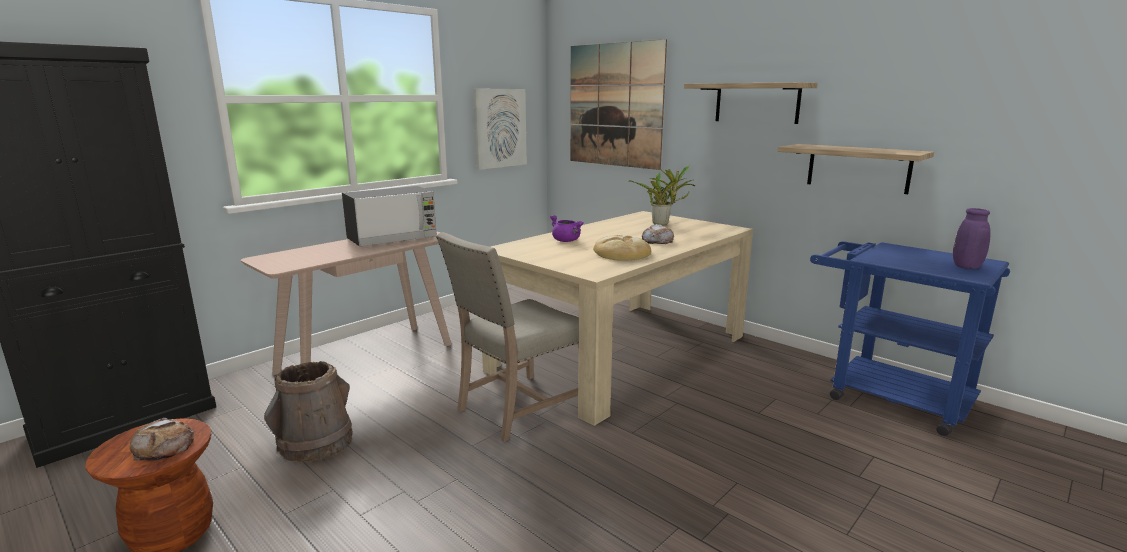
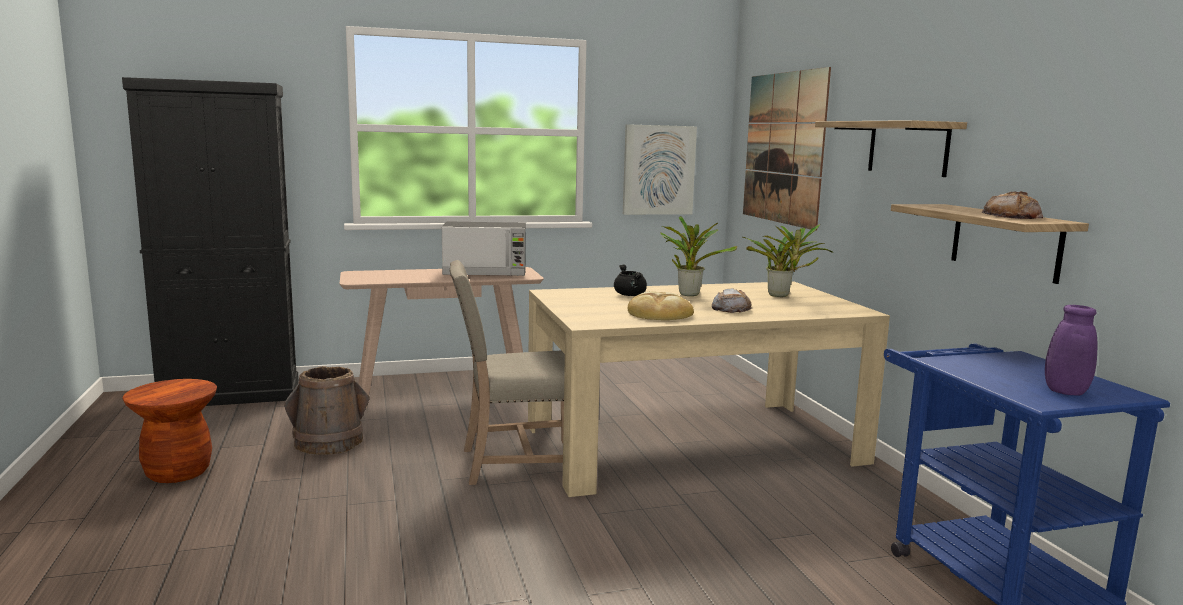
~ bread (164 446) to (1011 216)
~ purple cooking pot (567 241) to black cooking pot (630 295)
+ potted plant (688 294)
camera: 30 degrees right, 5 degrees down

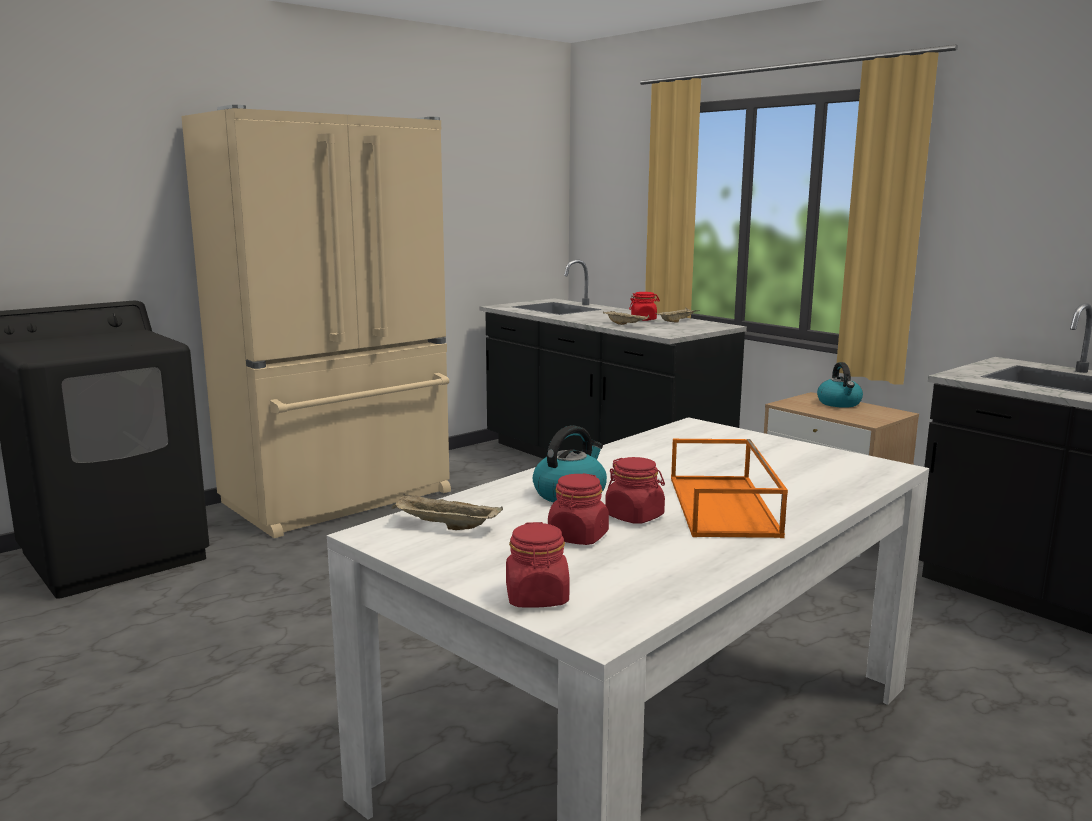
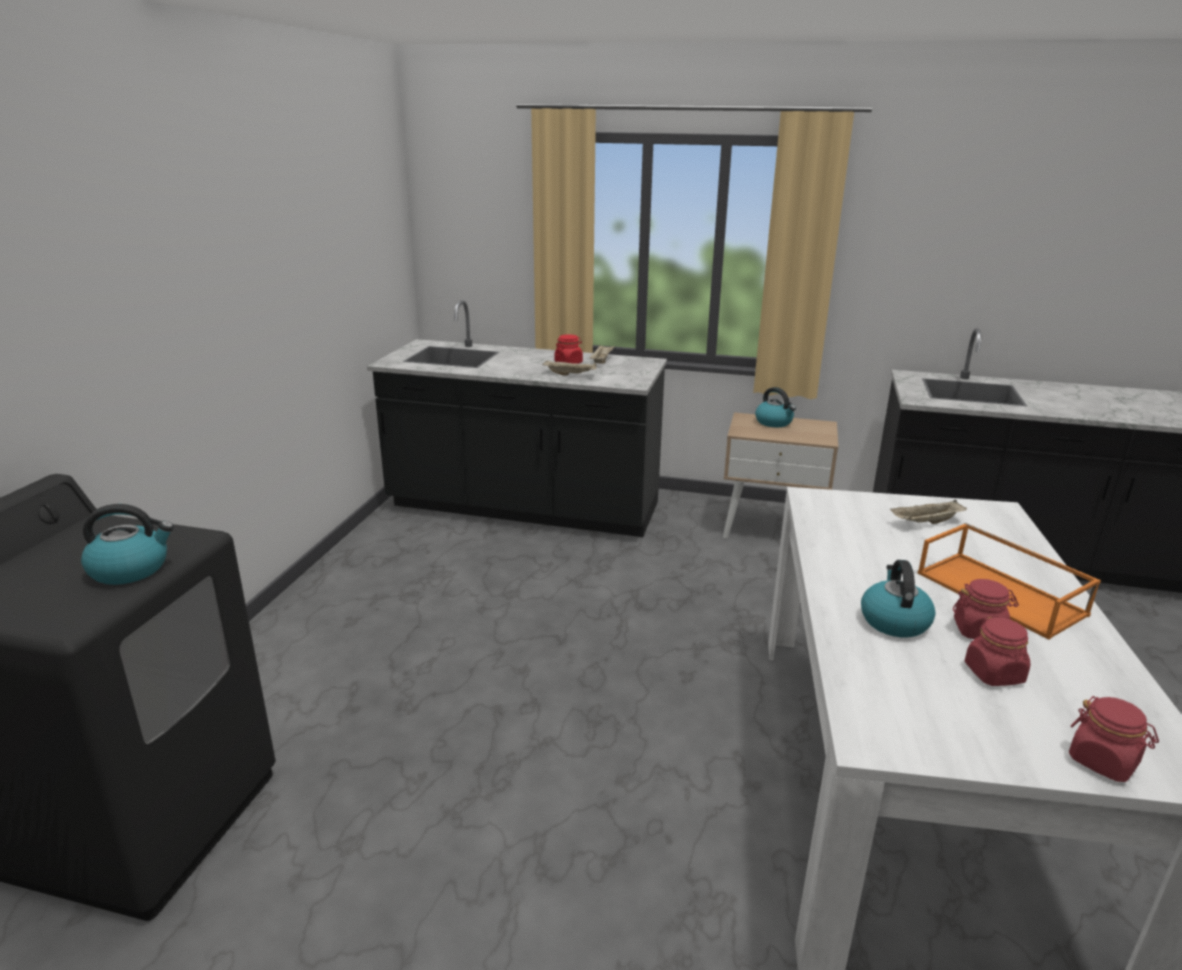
- beige fridge (341 498)
~ beige tray (444 526) to (926 523)
+ kettle (131 569)
camera: 35 degrees left, 10 degrees up

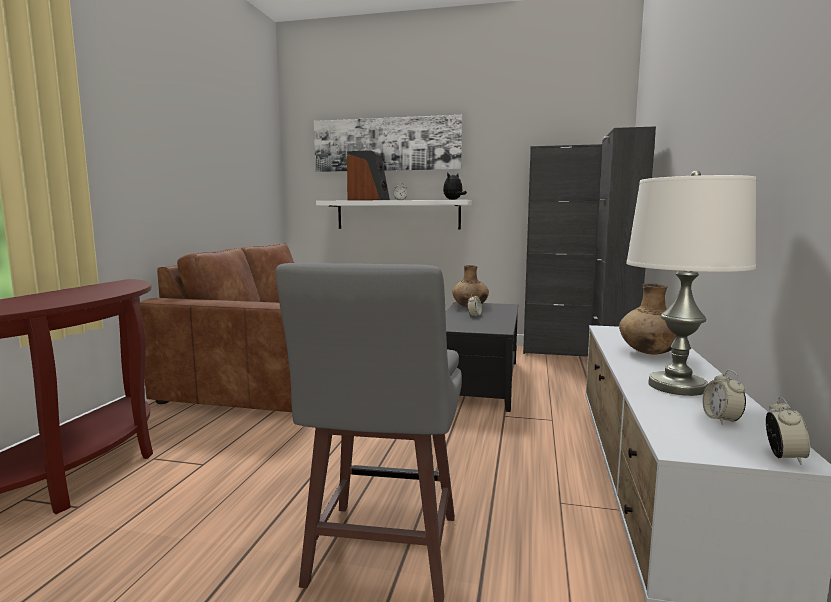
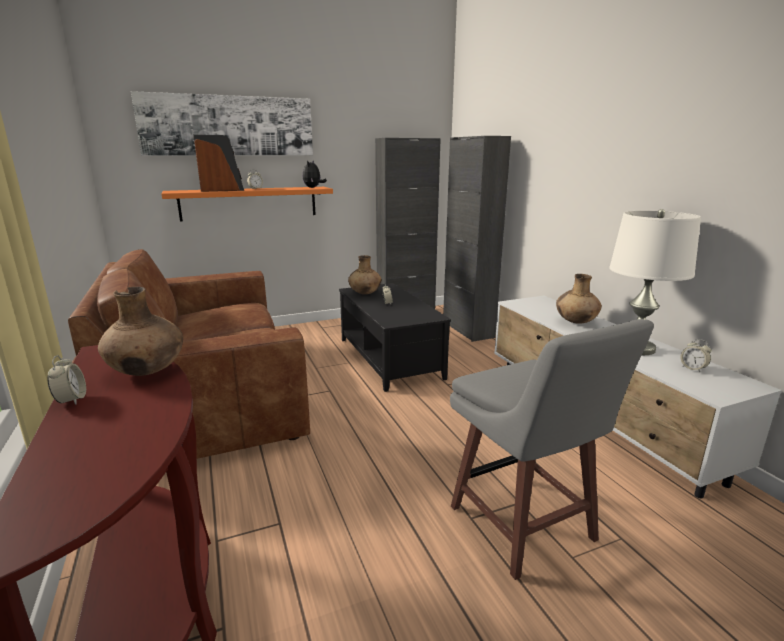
~ white shelf (398 215) to orange shelf (249 203)
~ alarm clock (784 457) to (71 400)
+ brown vase (148 371)
camera: 35 degrees left, 10 degrees up

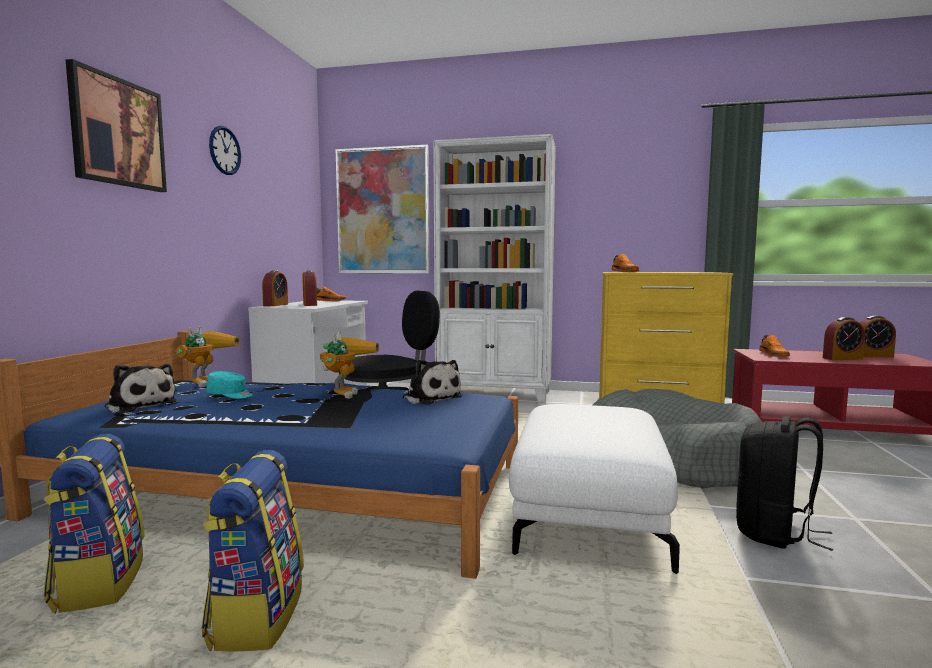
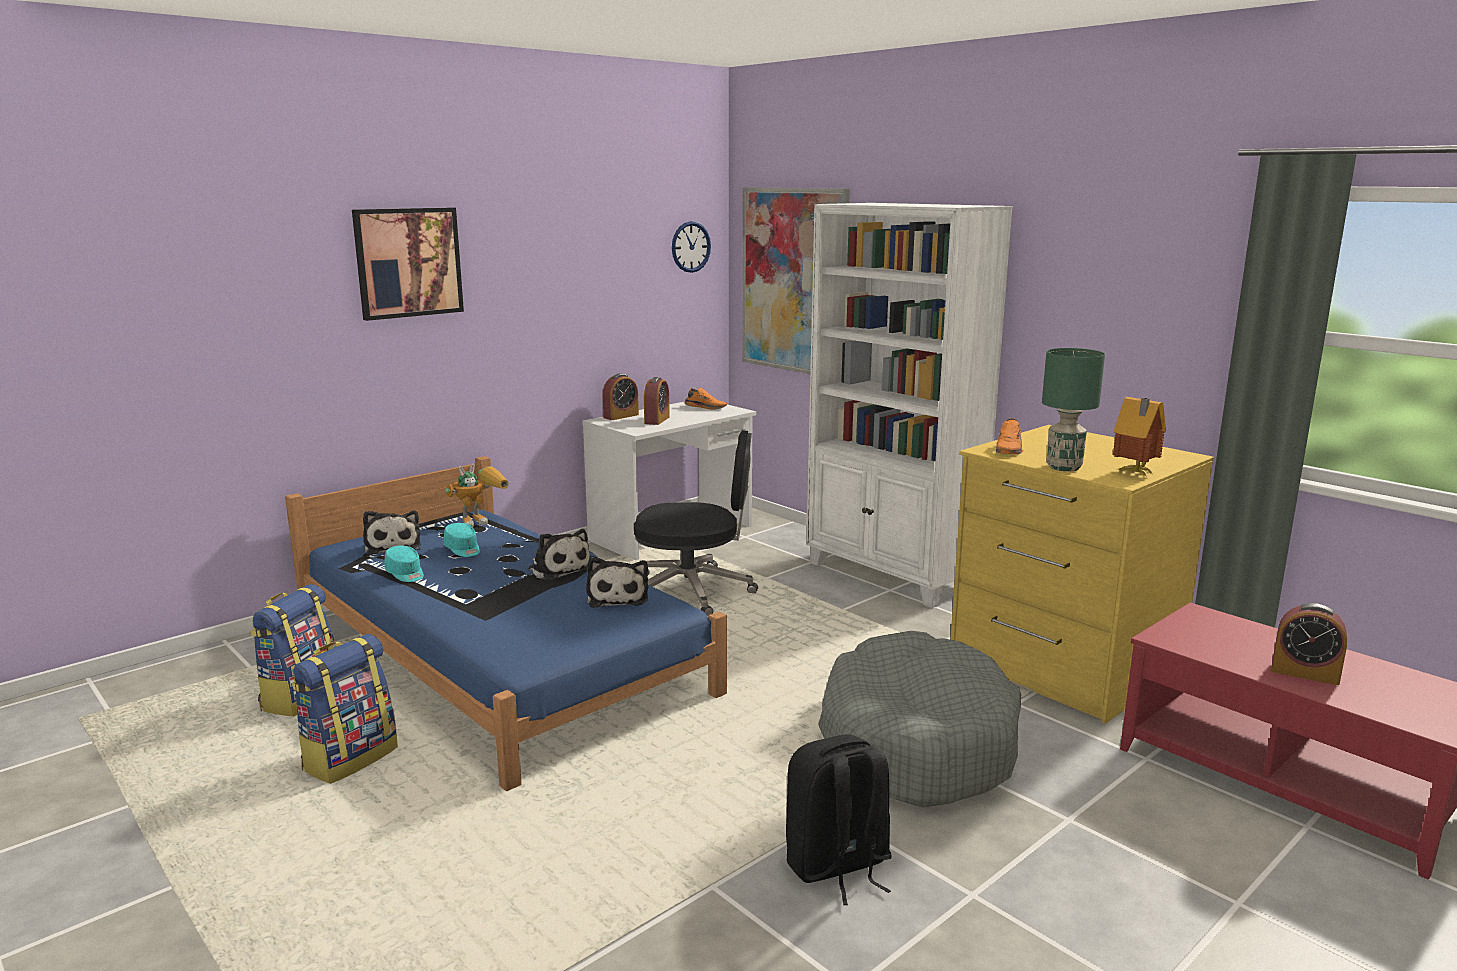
~ wall clock (224 150) to (691 247)
~ toy robot (345 393) to plush toy (558 568)
- white ottoman (588 518)
- orange shoe (774 354)
- alarm clock (872 356)
+ turquoise cap (405 574)
+ green table lamp (1064 467)
+ toy house (1134 473)
camera: 35 degrees right, 10 degrees up

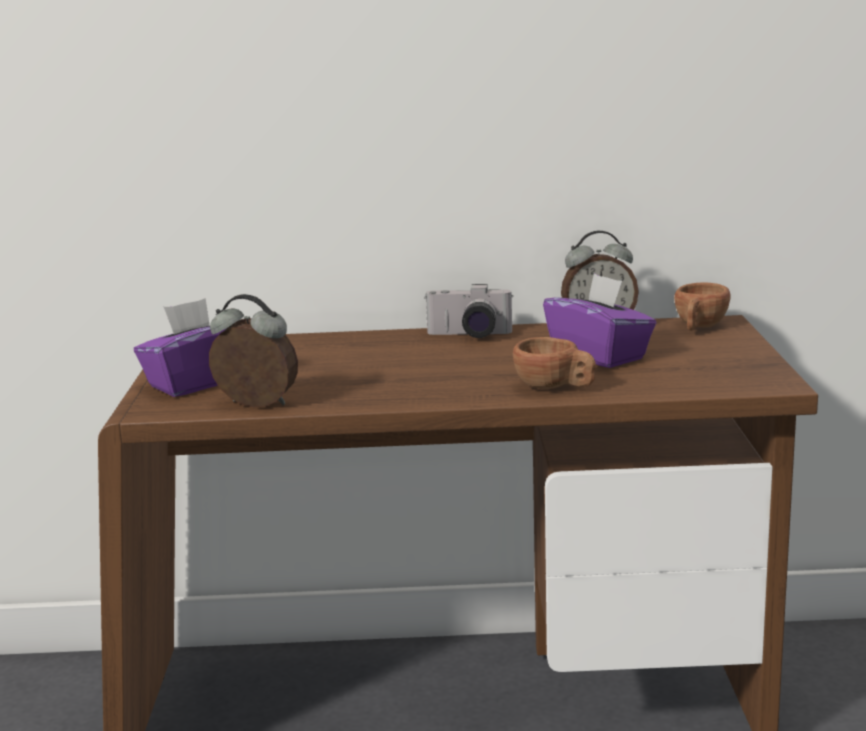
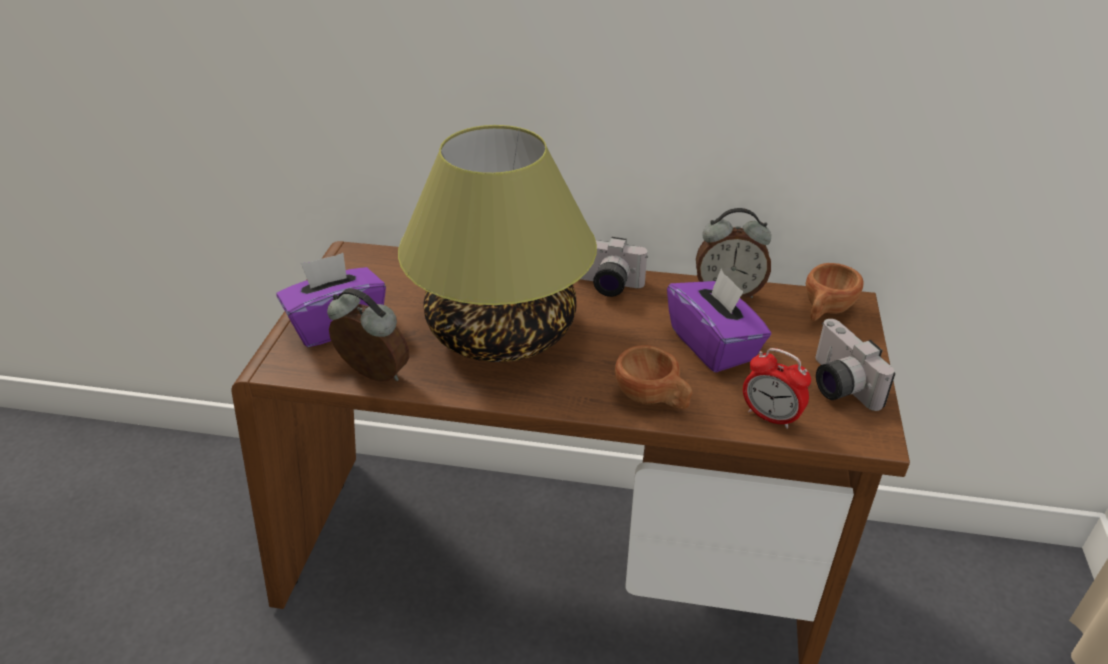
+ table lamp (500 331)
+ alarm clock (770 417)
+ photo camera (836 385)
camera: 10 degrees right, 20 degrees up

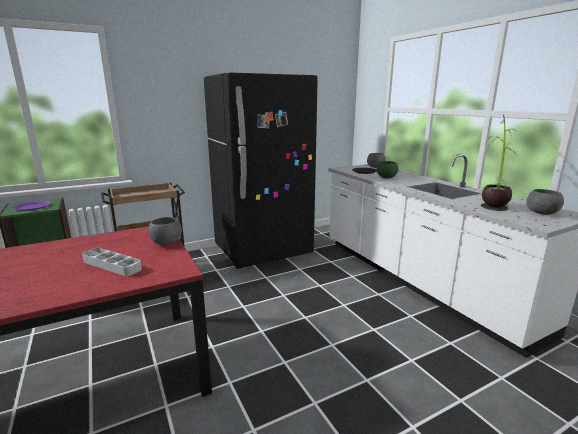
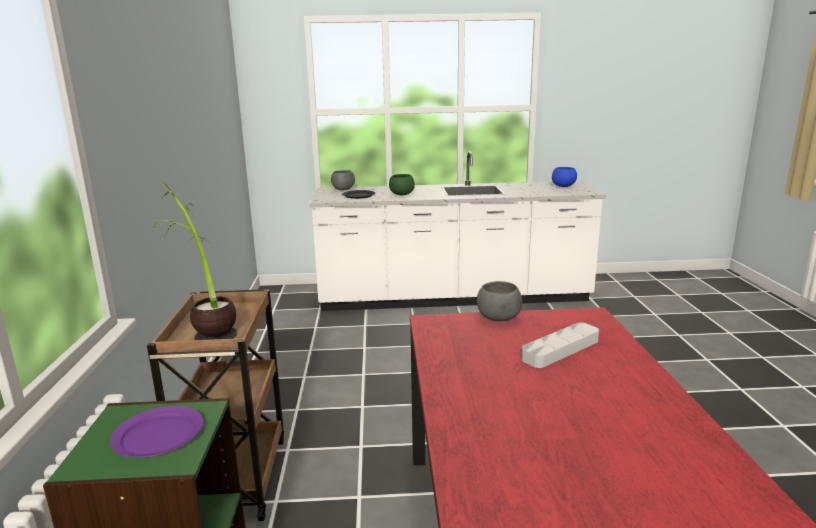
- black fridge (263 251)
~ potted plant (493 203) to (206 327)
~ grey bowl (542 213) to blue bowl (563 186)
camera: 65 degrees left, 0 degrees up

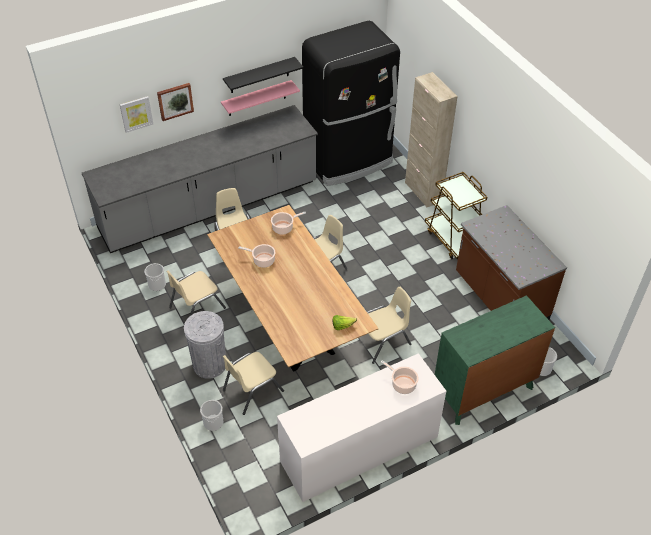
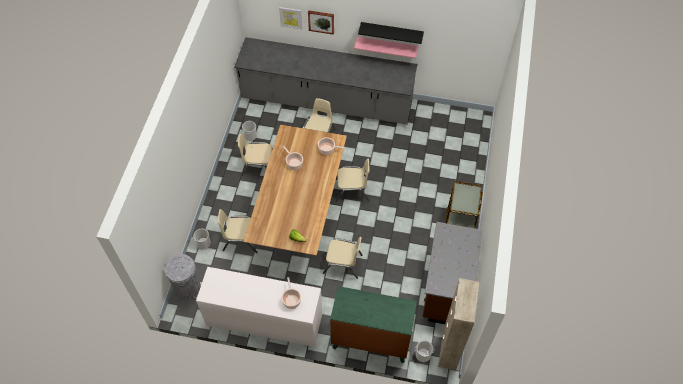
~ grey trash can (209 364) to (188 288)
- black fridge (349 160)
~ beige cabinet (423 192) to (449 350)
camera: 40 degrees right, 10 degrees up

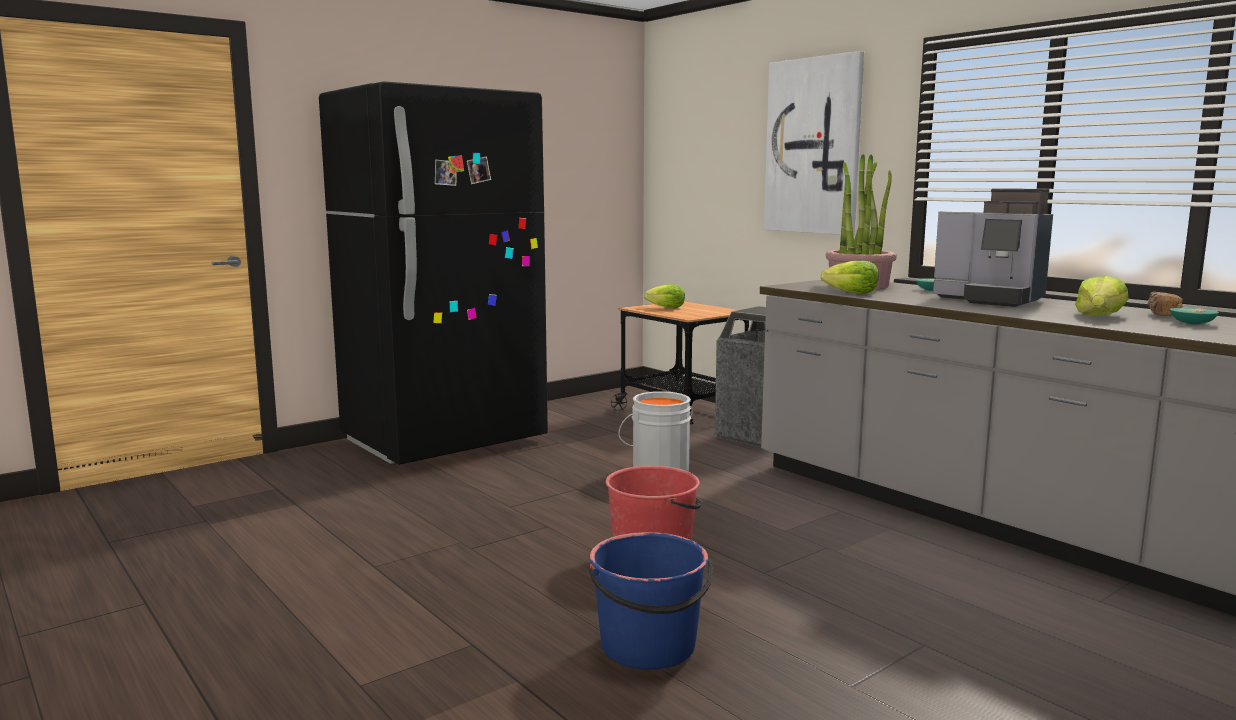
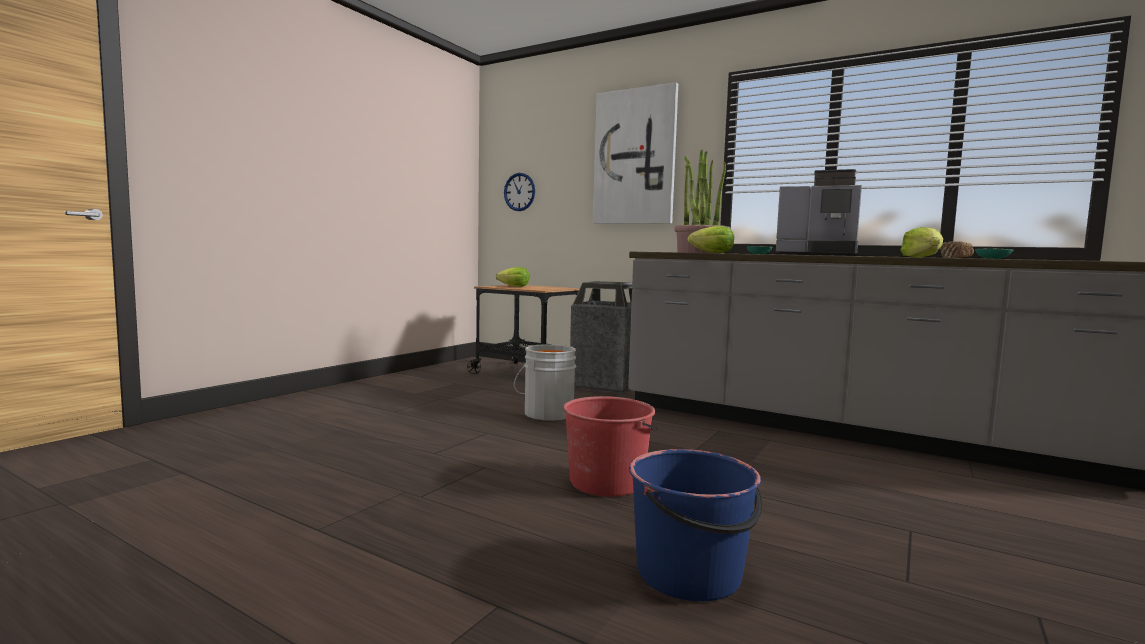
- black fridge (445 441)
+ wall clock (519 192)
camera: 20 degrees left, 5 degrees down

